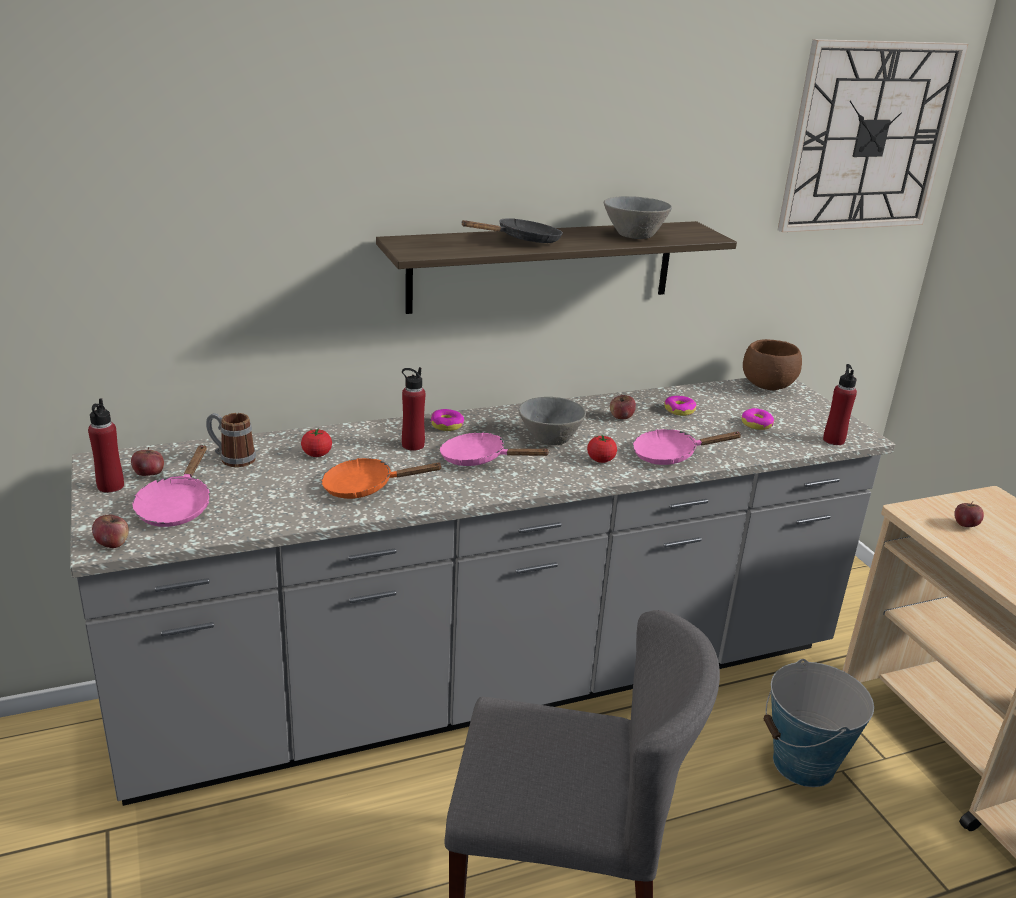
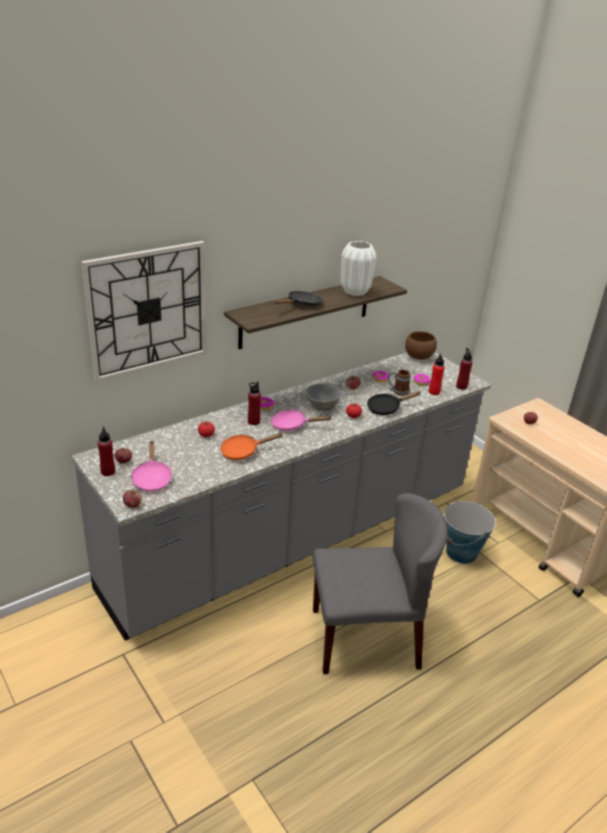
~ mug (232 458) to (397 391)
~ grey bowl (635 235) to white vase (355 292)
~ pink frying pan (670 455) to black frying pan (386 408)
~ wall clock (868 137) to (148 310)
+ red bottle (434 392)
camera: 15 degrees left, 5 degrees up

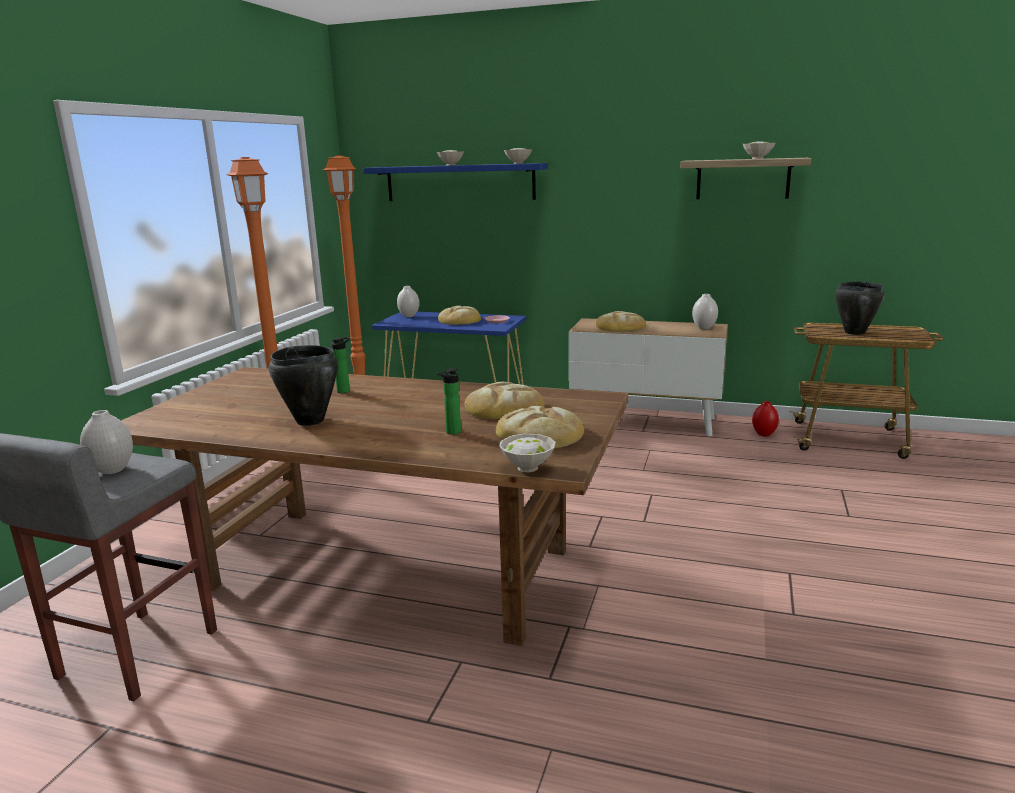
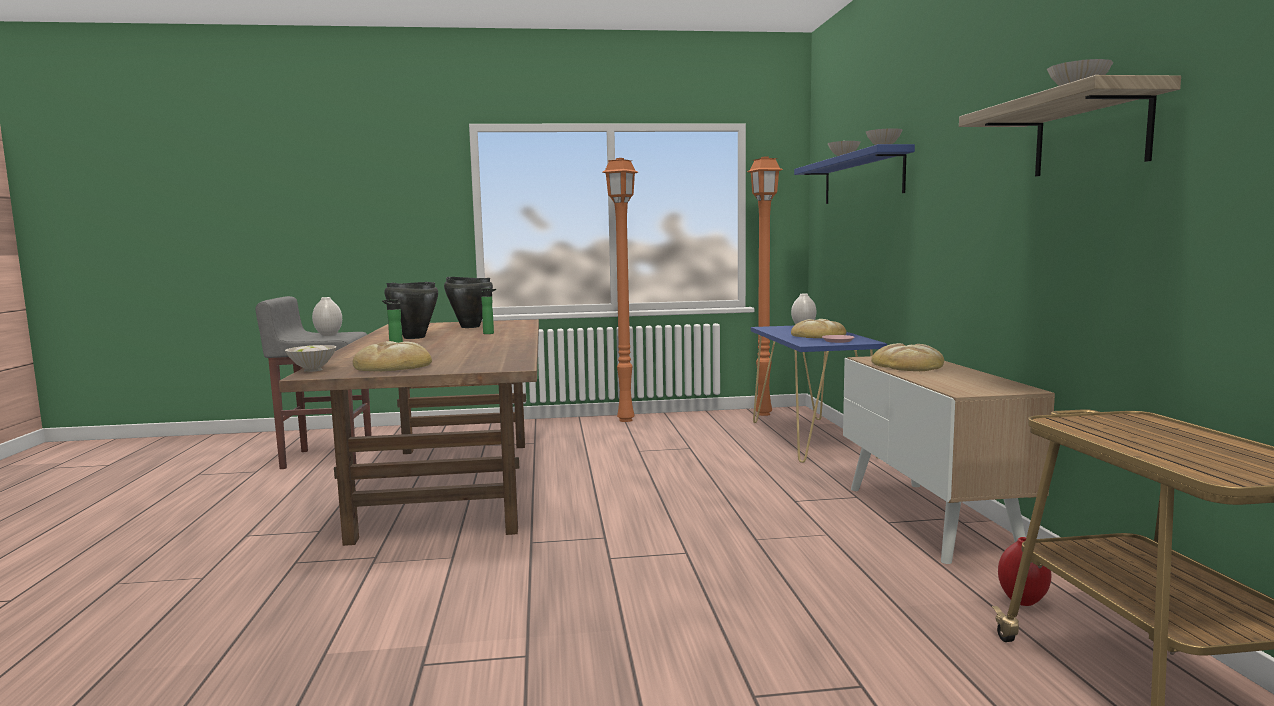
- bread (503 408)
- white vase (704 328)
~ black cooking pot (854 332) to (470 327)
camera: 65 degrees right, 10 degrees down

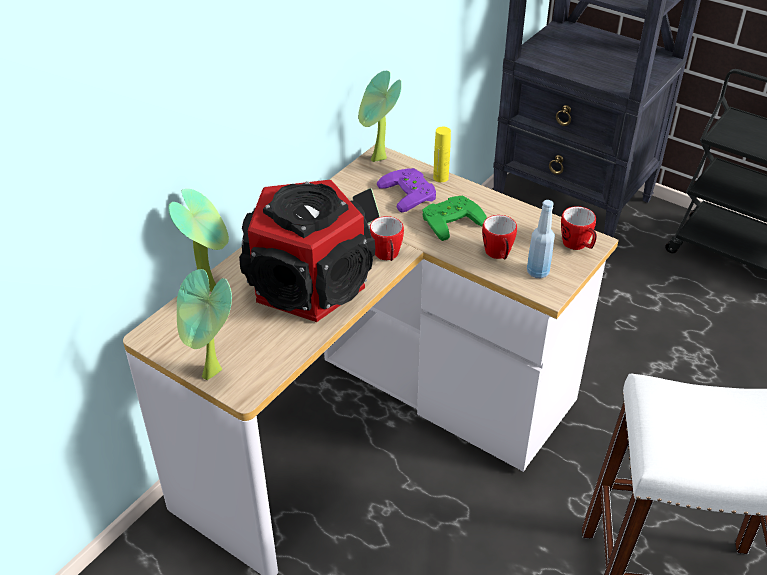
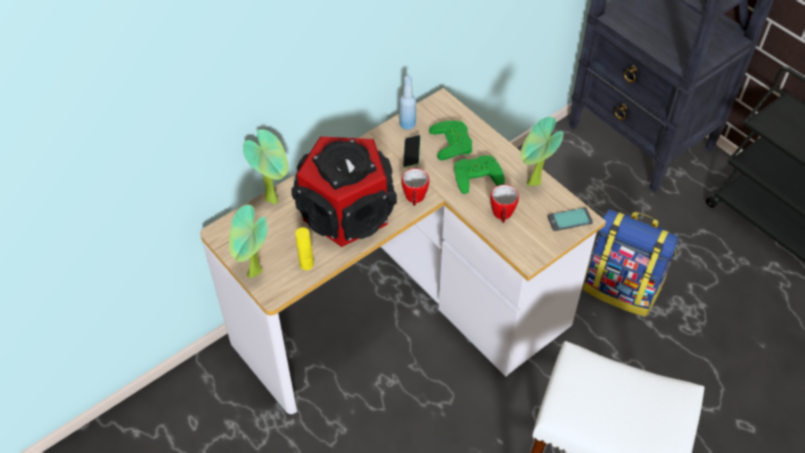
~ potted plant (378 161) to (533 185)
~ purple game controller (411 193) to green game controller (454 143)
~ yellow bottle (440 178) to (306 264)
~ blue bottle (537 272) to (407 125)
~ mug (578 245) to phone (569 220)
+ backpack (621 288)
camera: 15 degrees right, 10 degrees up

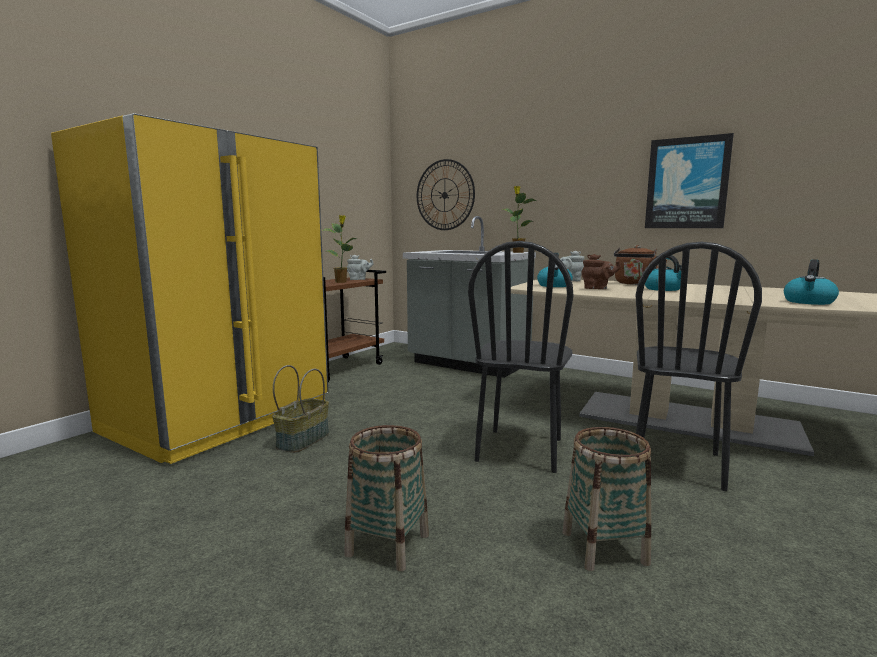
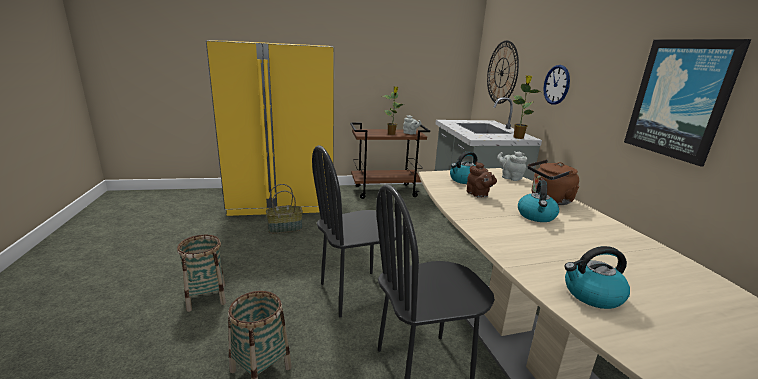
+ wall clock (556 85)
camera: 45 degrees right, 10 degrees up

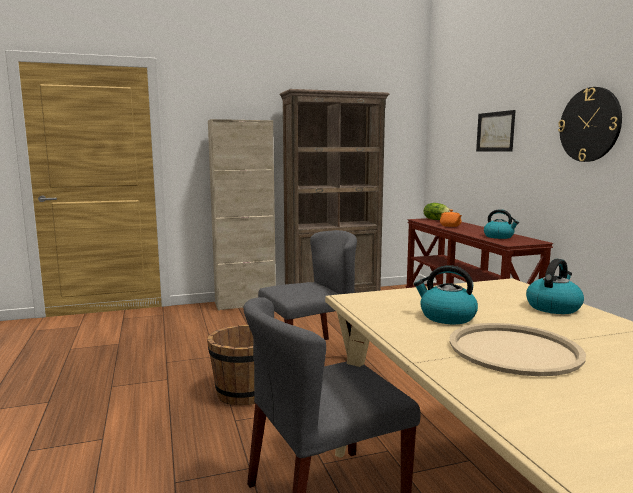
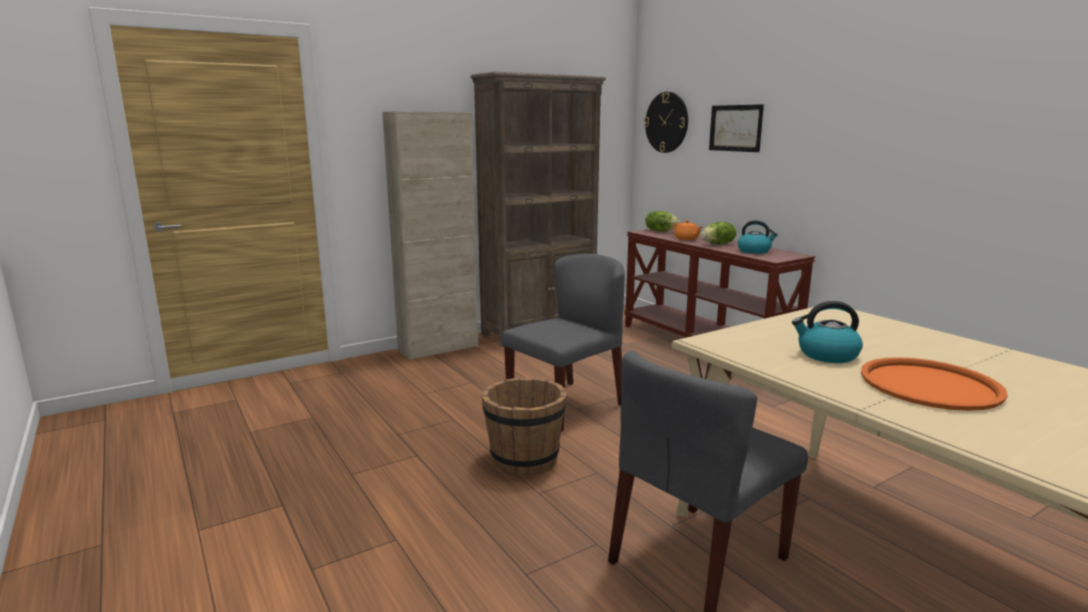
~ beige tray (514 350) to orange tray (930 385)
- kettle (553 307)
~ wall clock (590 125) to (666 122)
+ lettuce (718 244)
camera: 15 degrees left, 5 degrees up

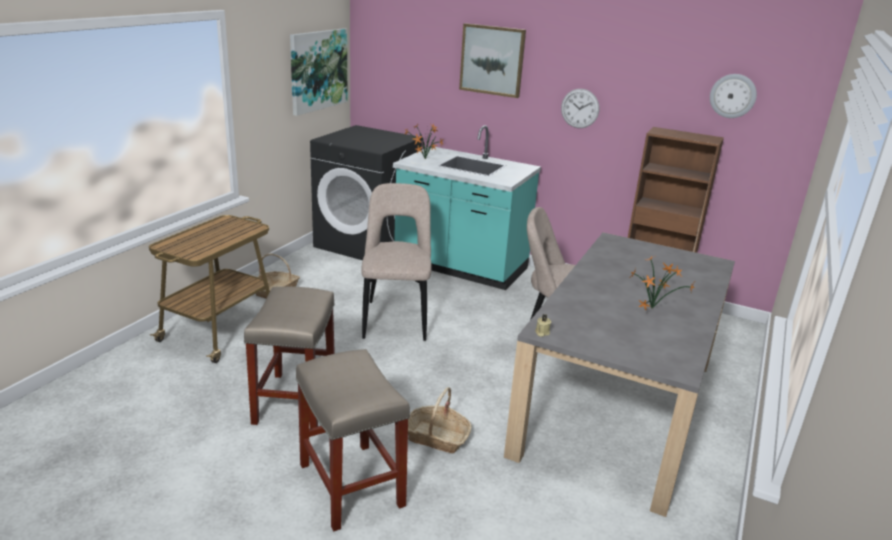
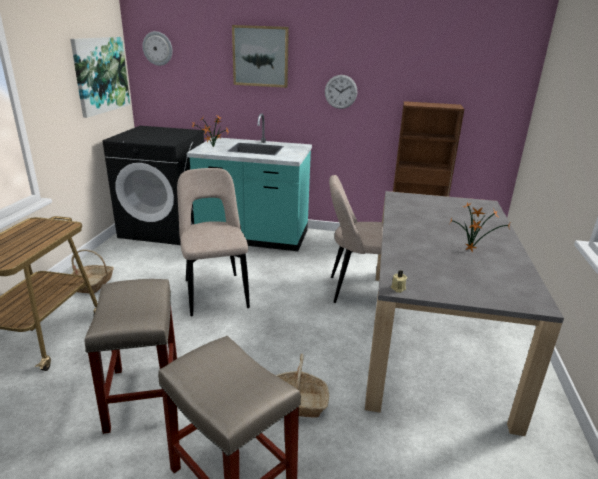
~ wall clock (733 96) to (158 48)
camera: 15 degrees left, 0 degrees up

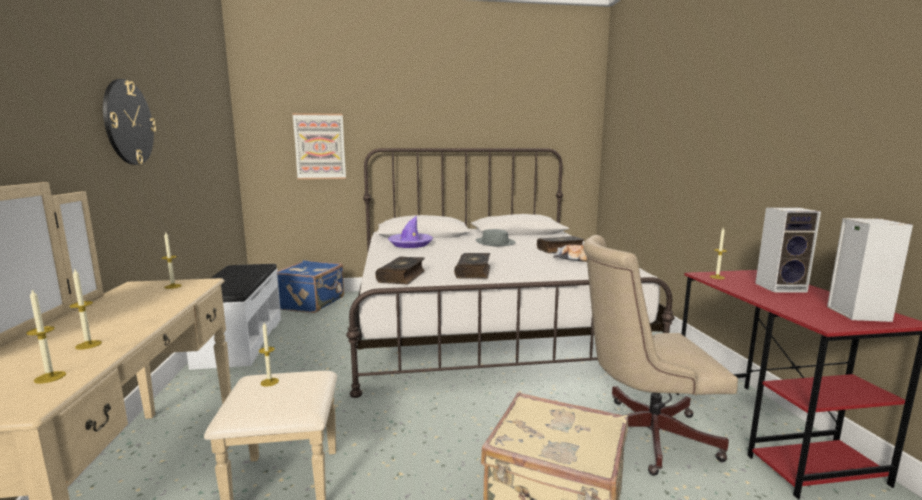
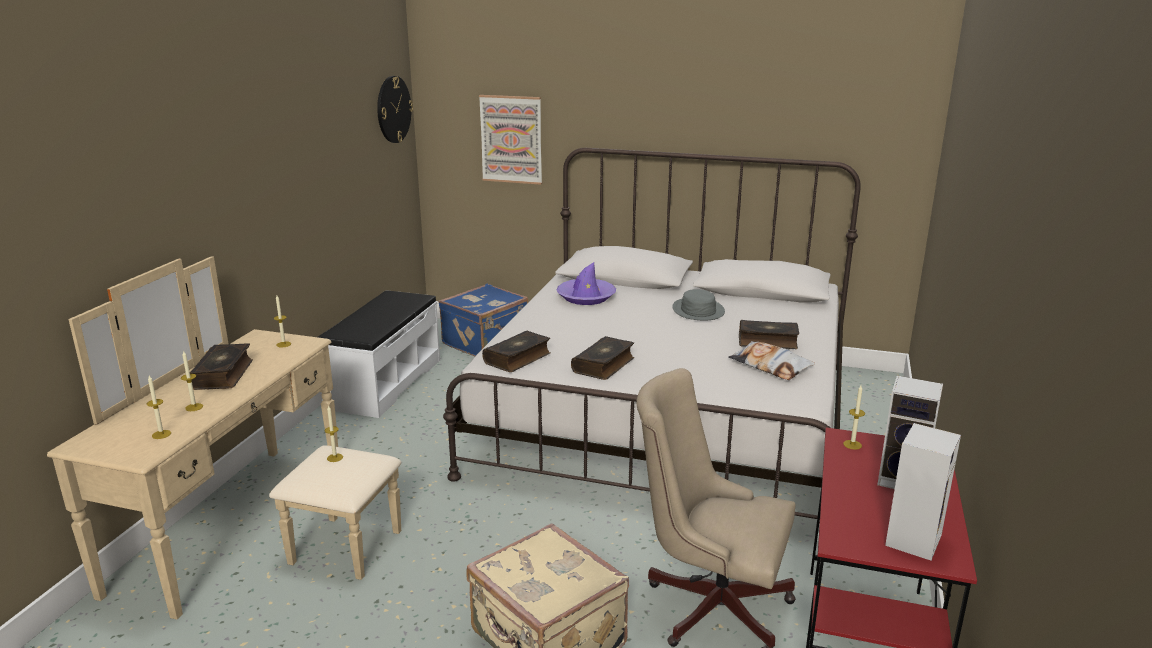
~ wall clock (128 122) to (393 109)
+ book (223 374)
camera: 25 degrees right, 10 degrees up

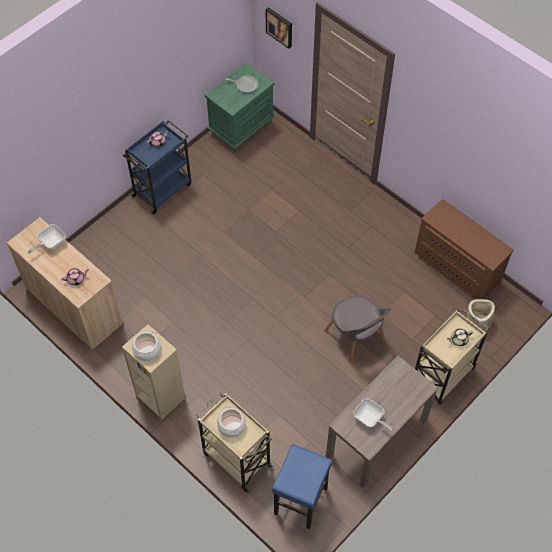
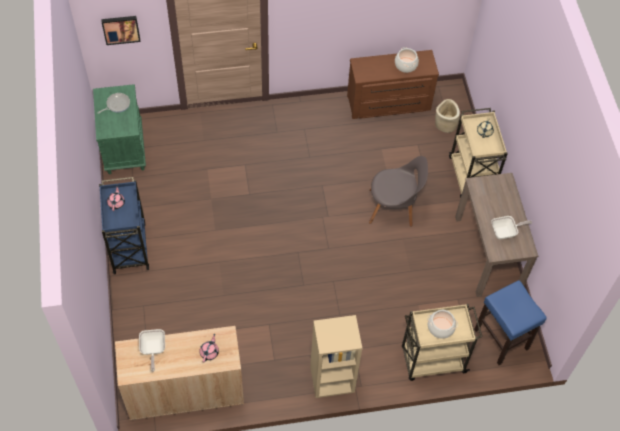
~ cooking pot (147 350) to (405 65)
camera: 55 degrees left, 0 degrees up

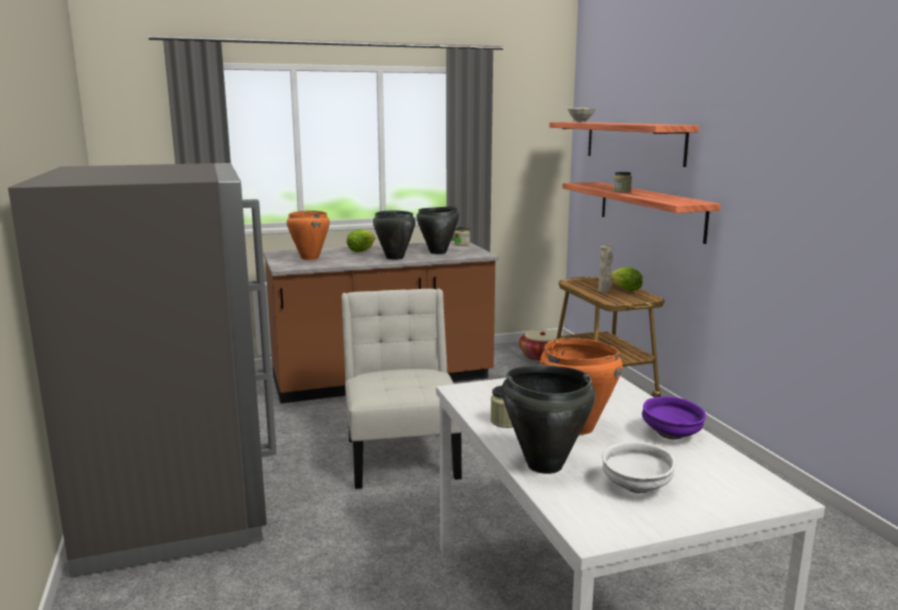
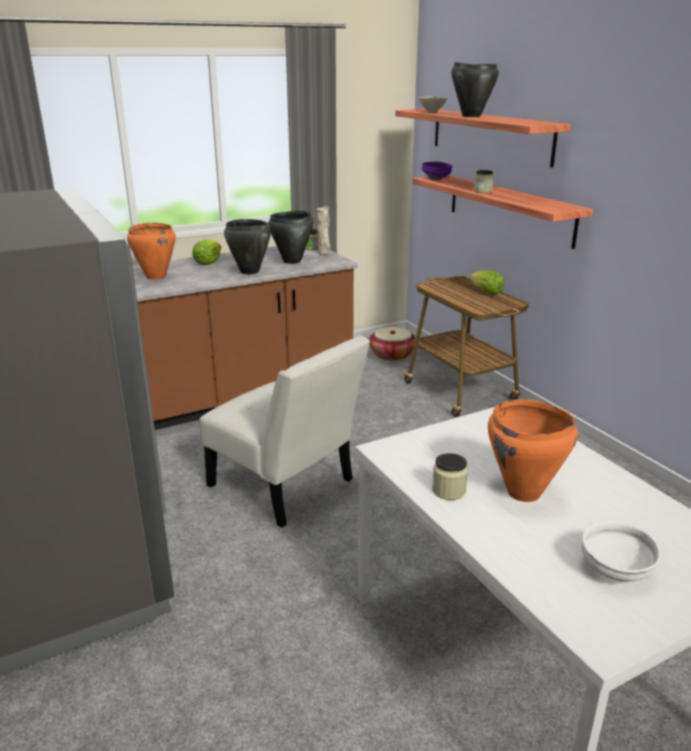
~ white chair (402 455) = (286 486) 150 degrees clockwise
~ black cooking pot (544 465) to (471 116)
~ beige vase (604 291) to (323 253)
~ purple bowl (672 435) to (436 179)
camera: 10 degrees left, 10 degrees up

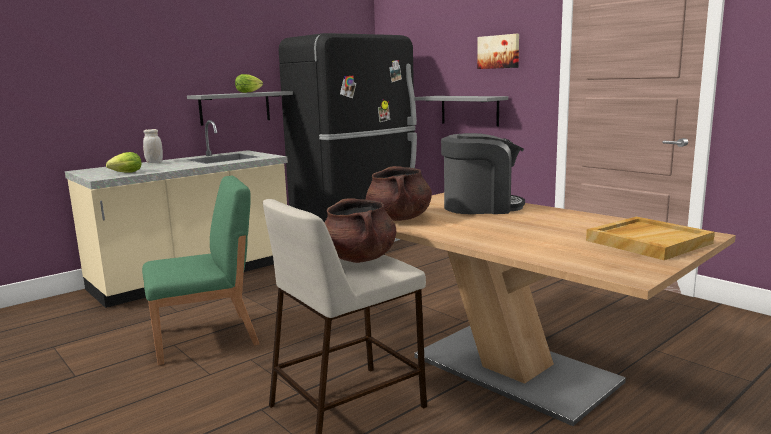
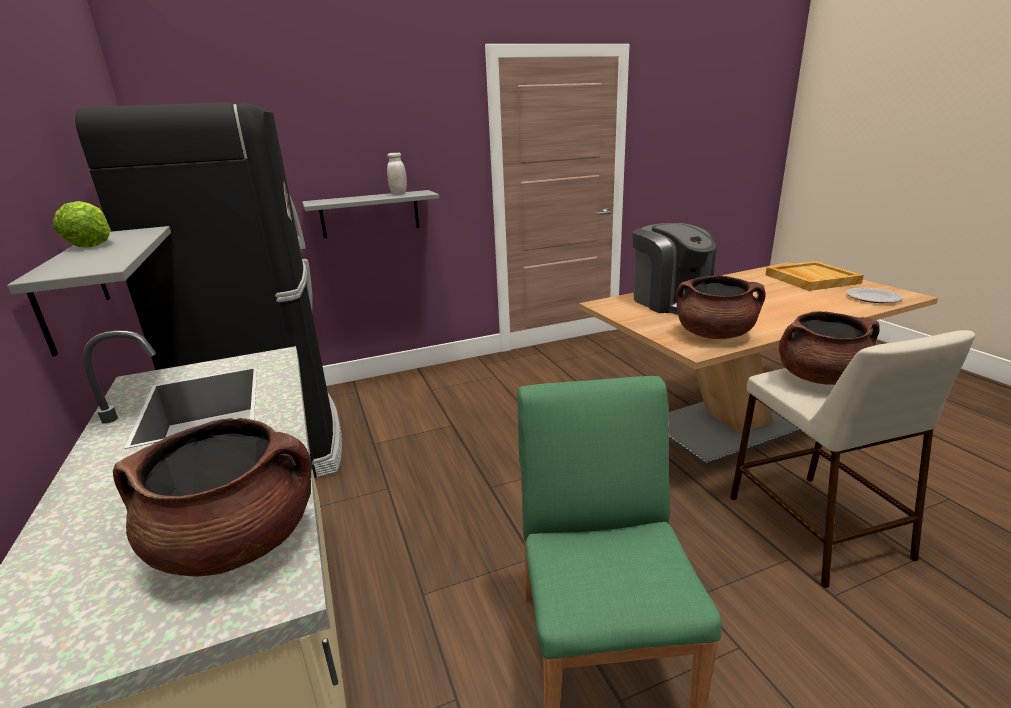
~ lettuce (124 173) to brown cooking pot (238 542)
~ white jar (154 162) to (399 194)
~ coffee machine (481 206) = (671 301) 135 degrees clockwise
- picture (499 51)
+ plate (873 298)
camera: 70 degrees left, 10 degrees up

